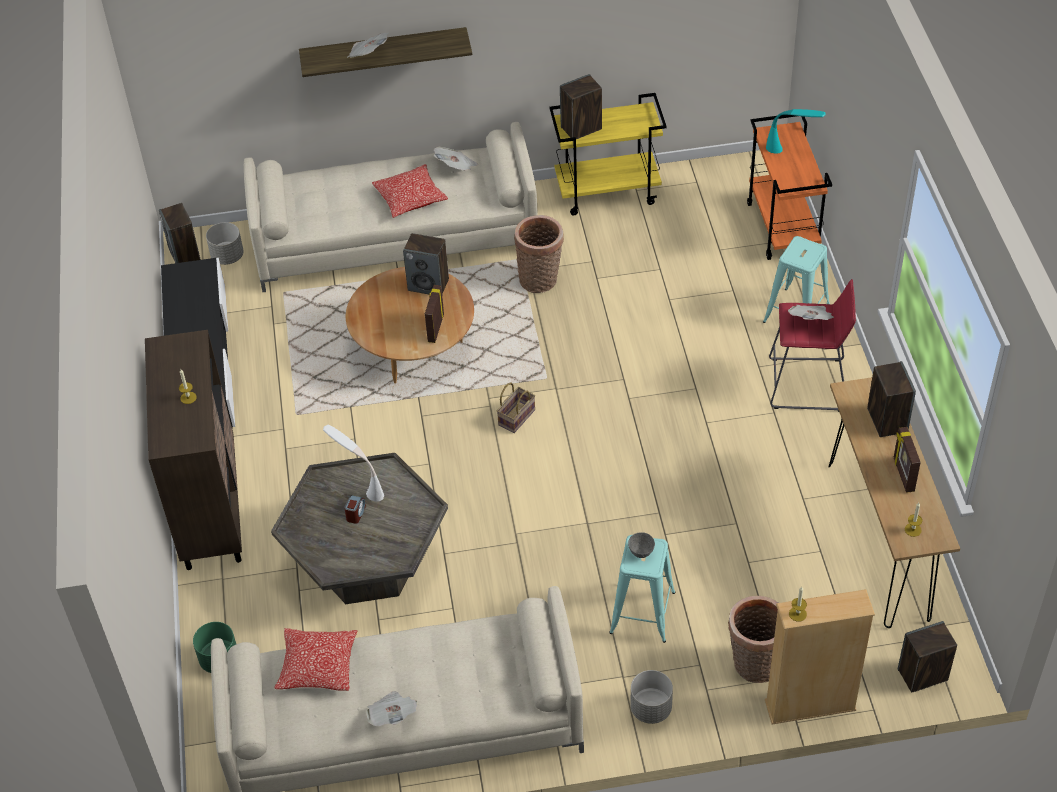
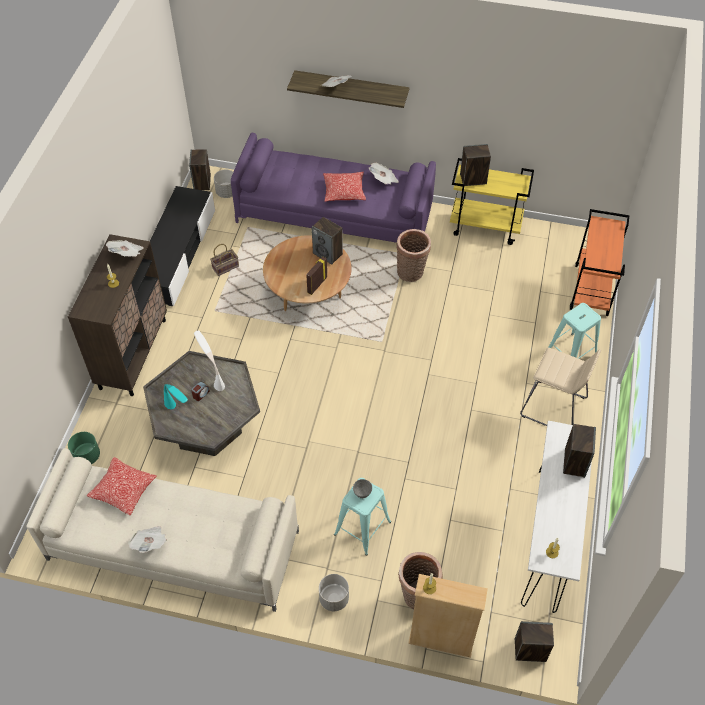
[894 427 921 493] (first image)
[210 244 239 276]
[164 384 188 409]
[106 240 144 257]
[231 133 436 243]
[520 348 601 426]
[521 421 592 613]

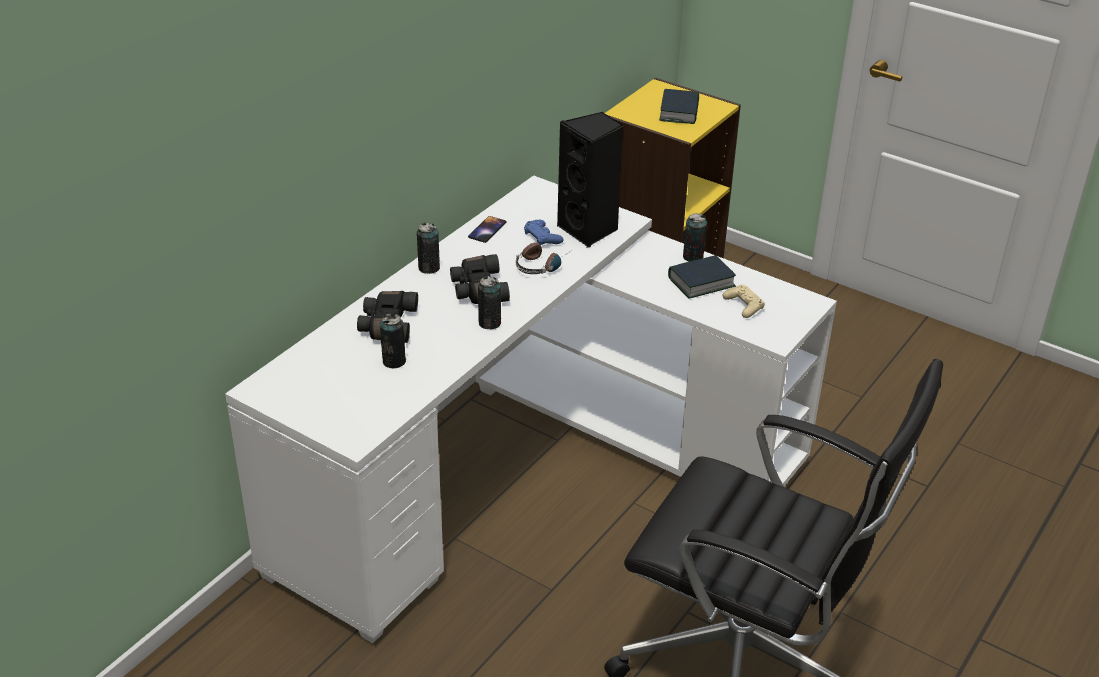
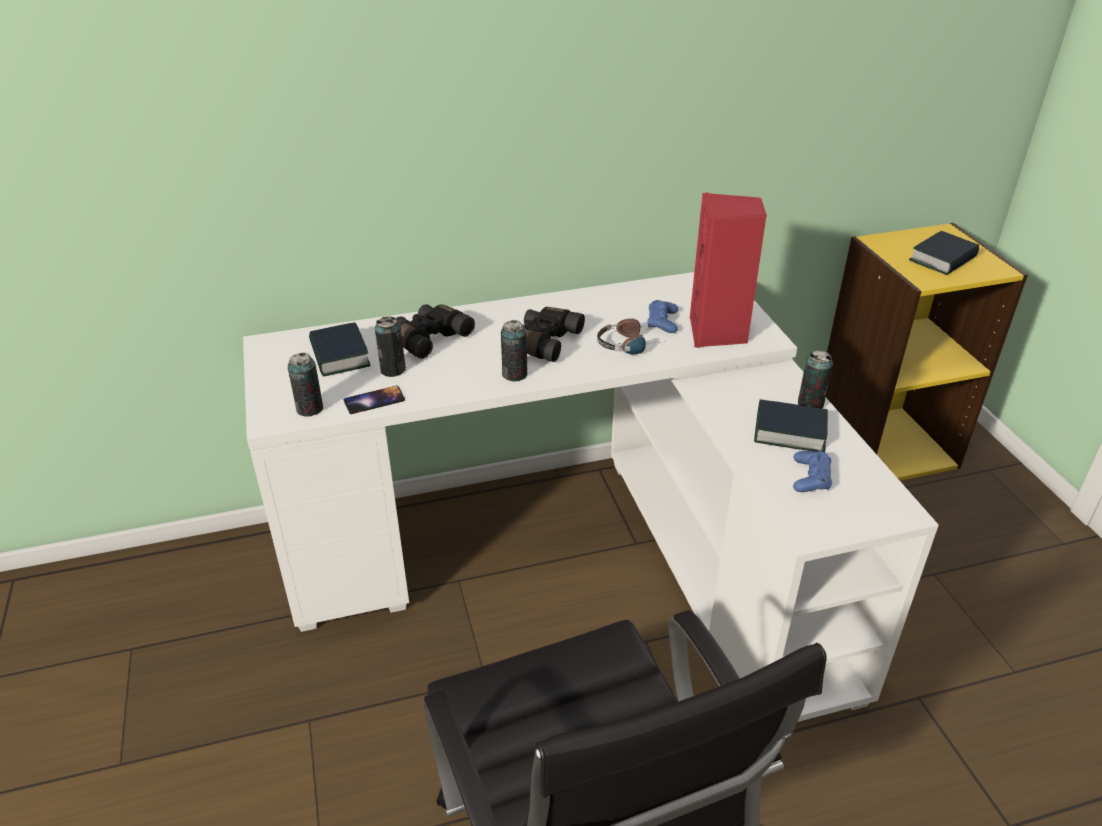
[309 322 371 377]
[288 353 323 417]
[344 386 405 414]
[690 192 767 348]
[793 451 832 492]

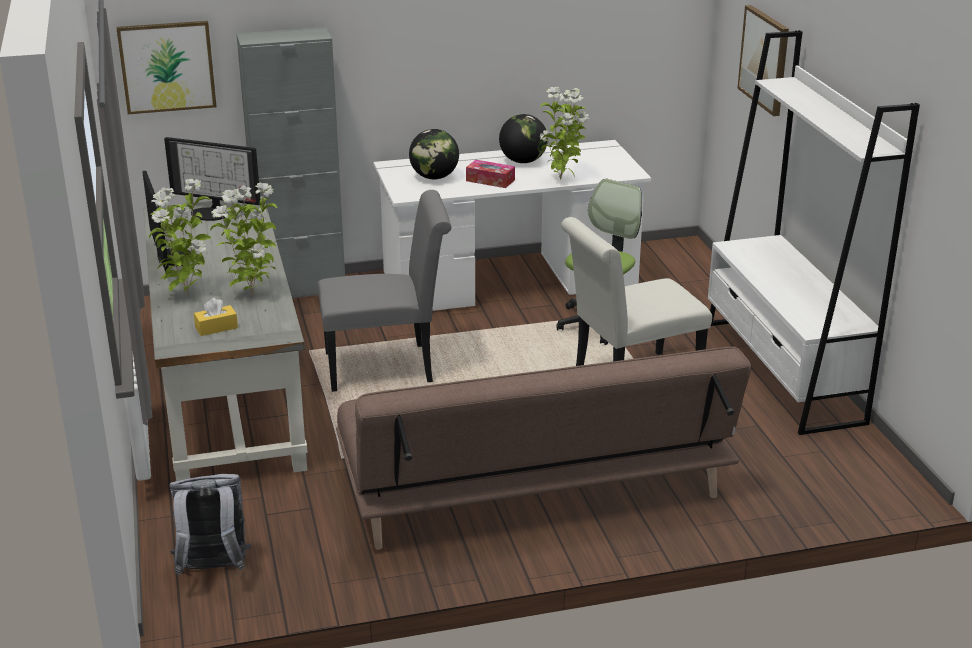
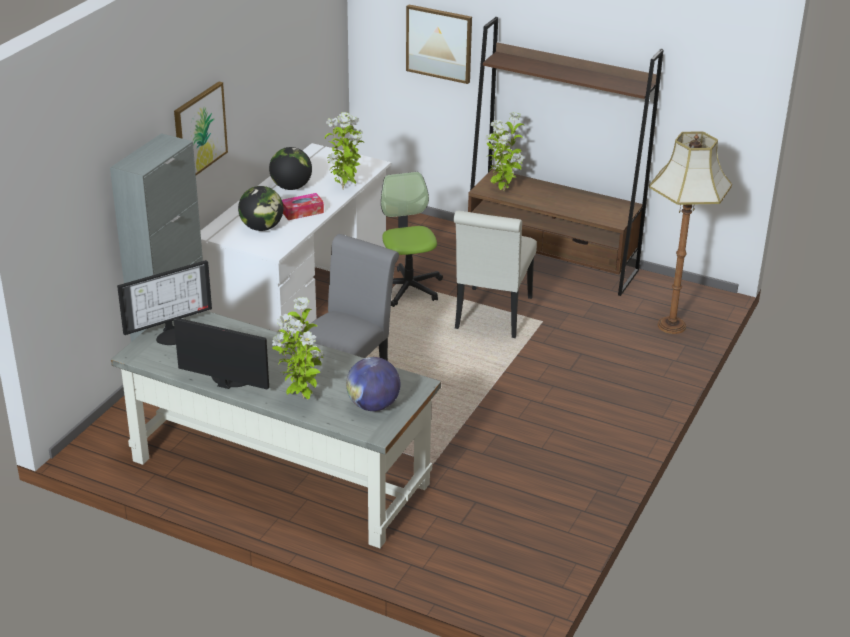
[169 474 251 575] (first image)
[336 347 751 550] (first image)
[649 131 732 334]
[174 82 228 175]
[485 112 524 191]
[346 357 400 411]
[468 17 664 296]

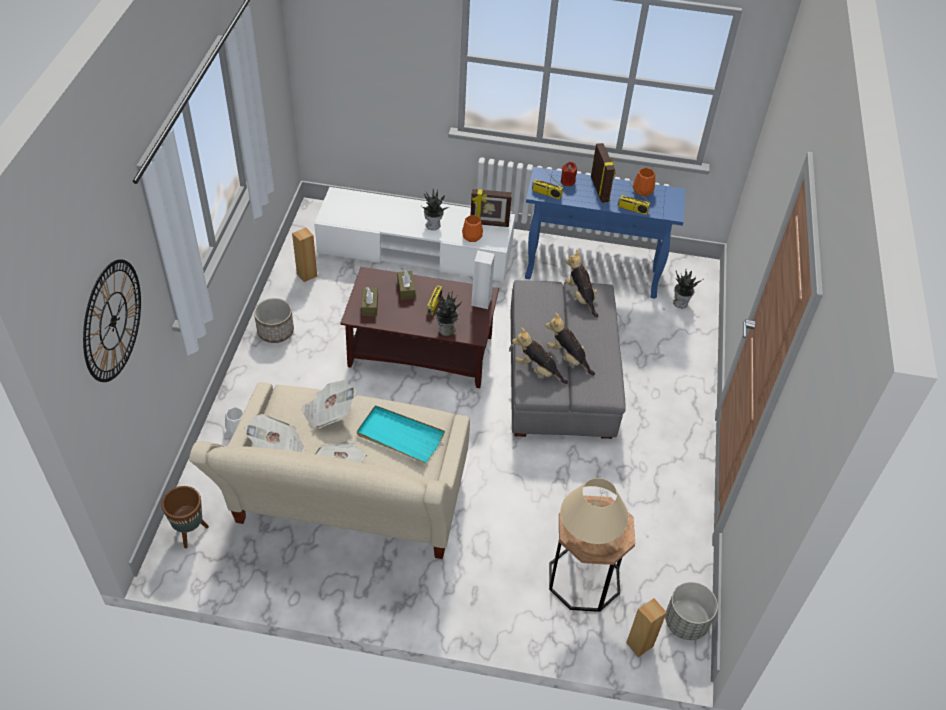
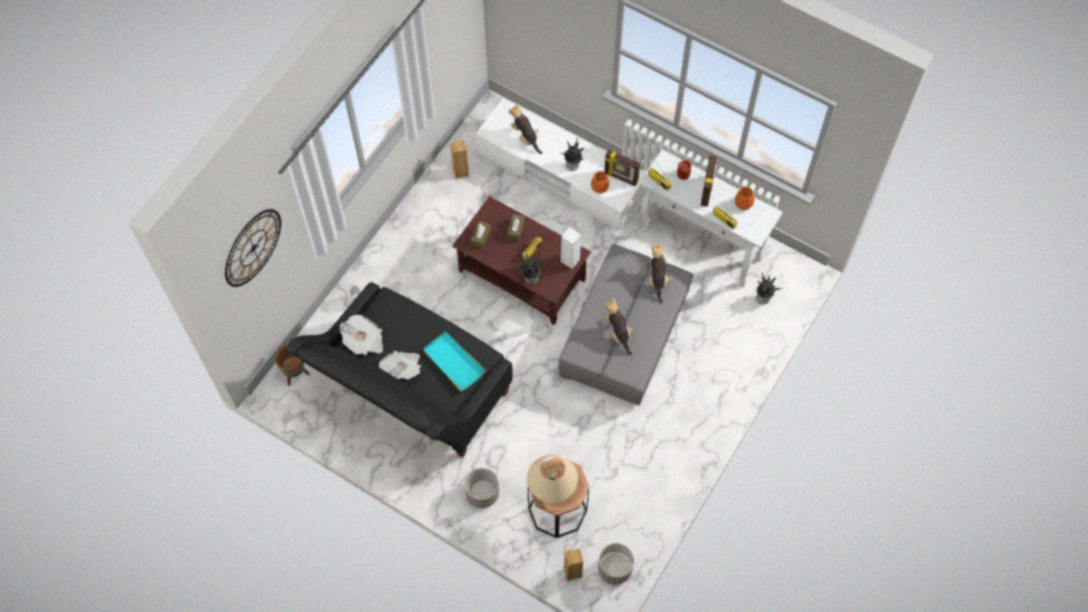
[301 380 357 429] (first image)
[465 468 499 508]
[508 103 542 154]
[285 282 513 458]
[639 149 783 287]

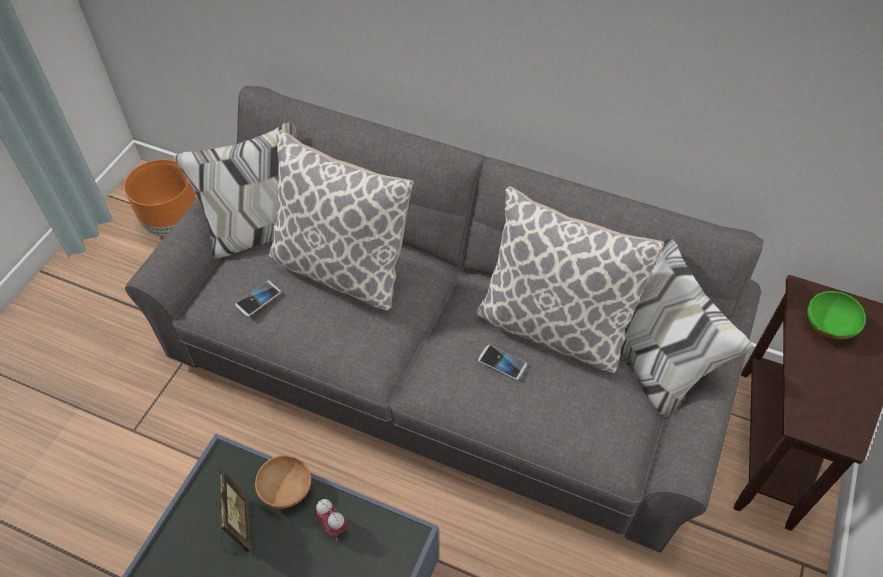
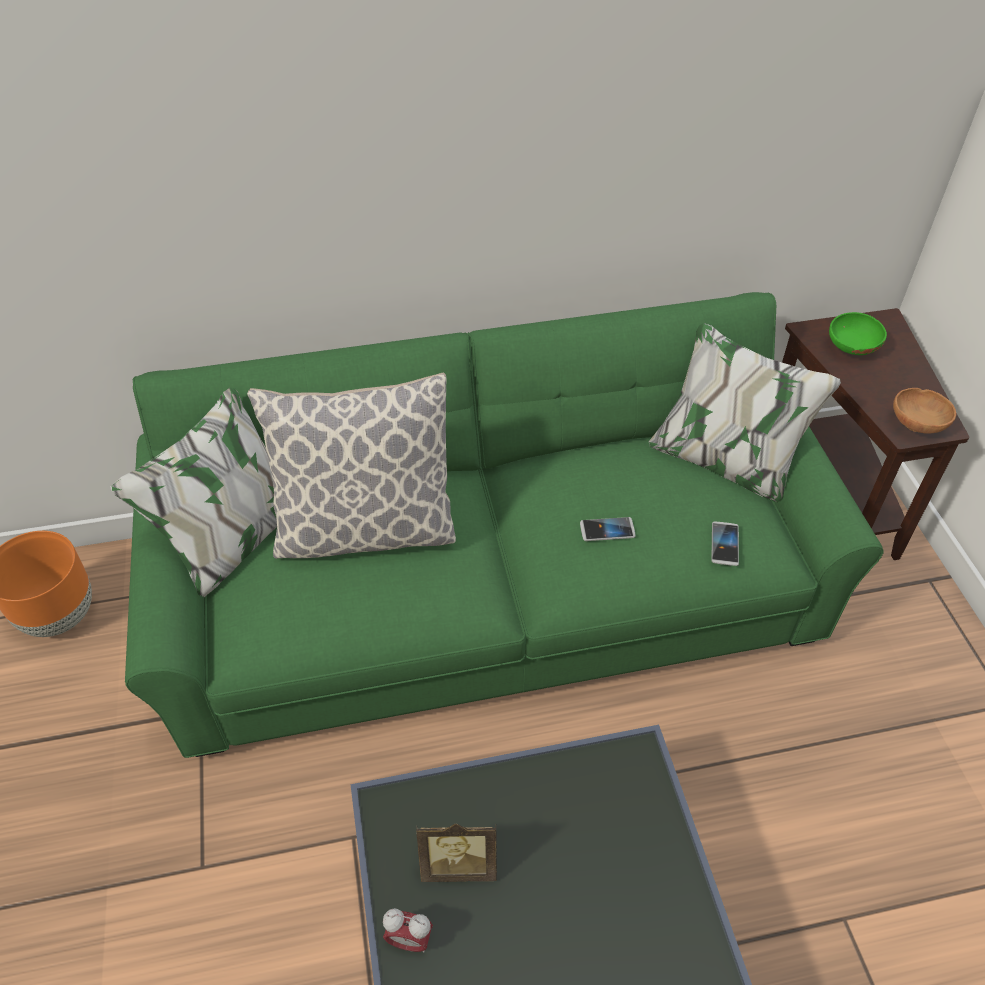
[476 186 665 373] (first image)
[712 521 739 566]
[893 388 956 434]
[383 908 433 953]
[111 292 884 758]
[416 824 497 882]

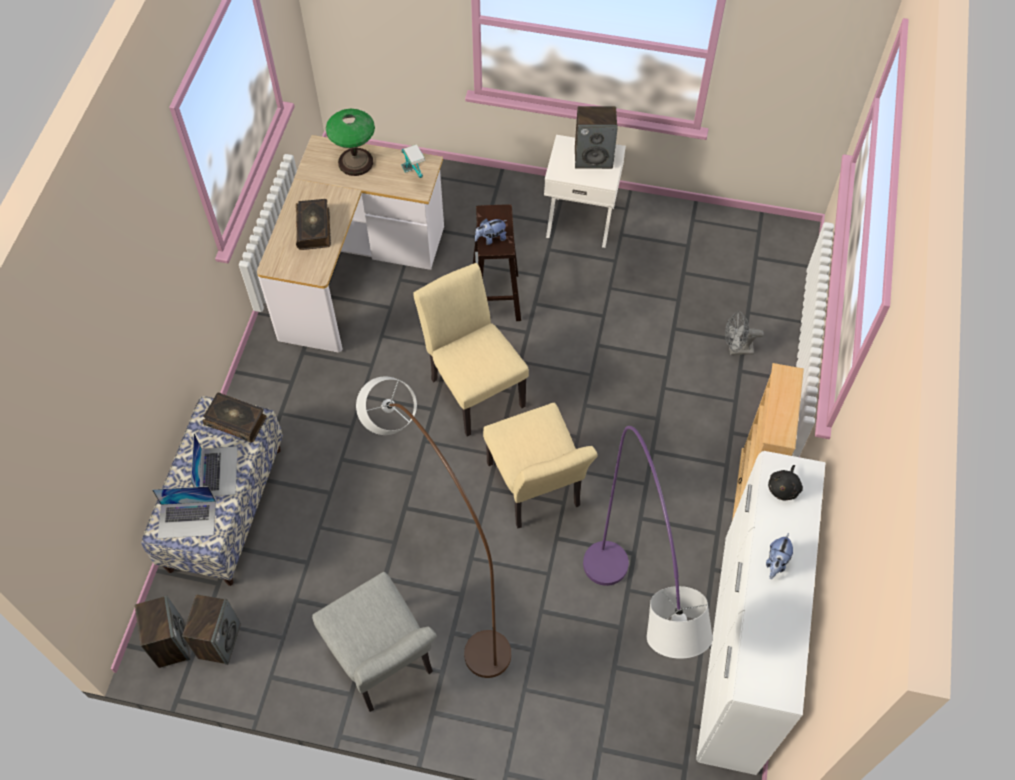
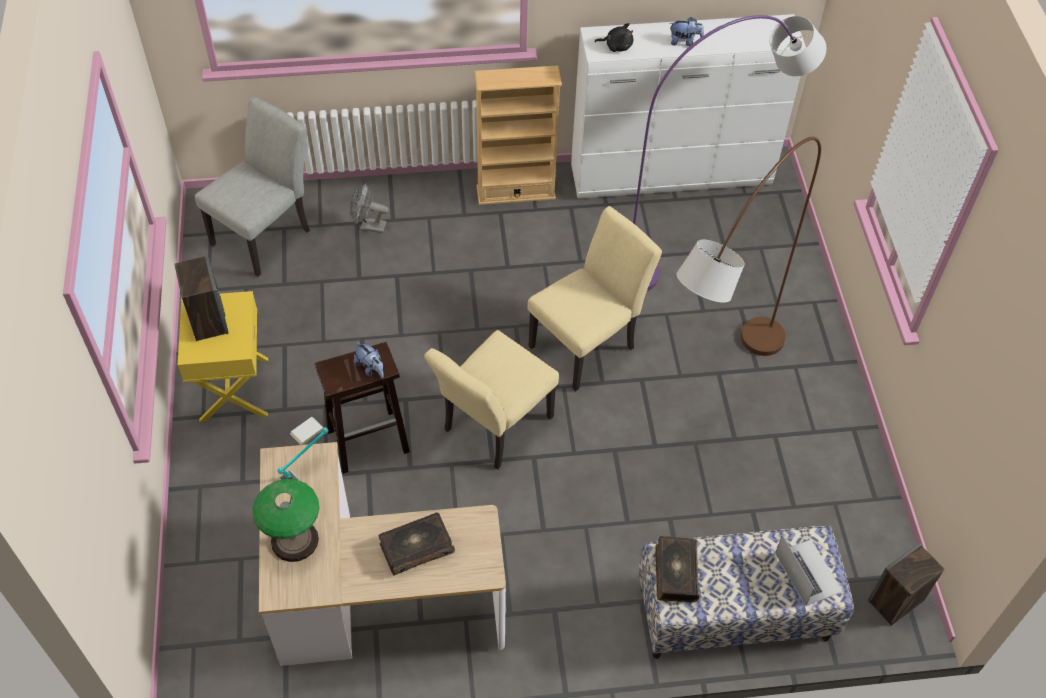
[182 594 241 665] (first image)
[191 433 238 496] (first image)
[195 96 310 277]
[178 291 268 422]
[350 183 389 233]

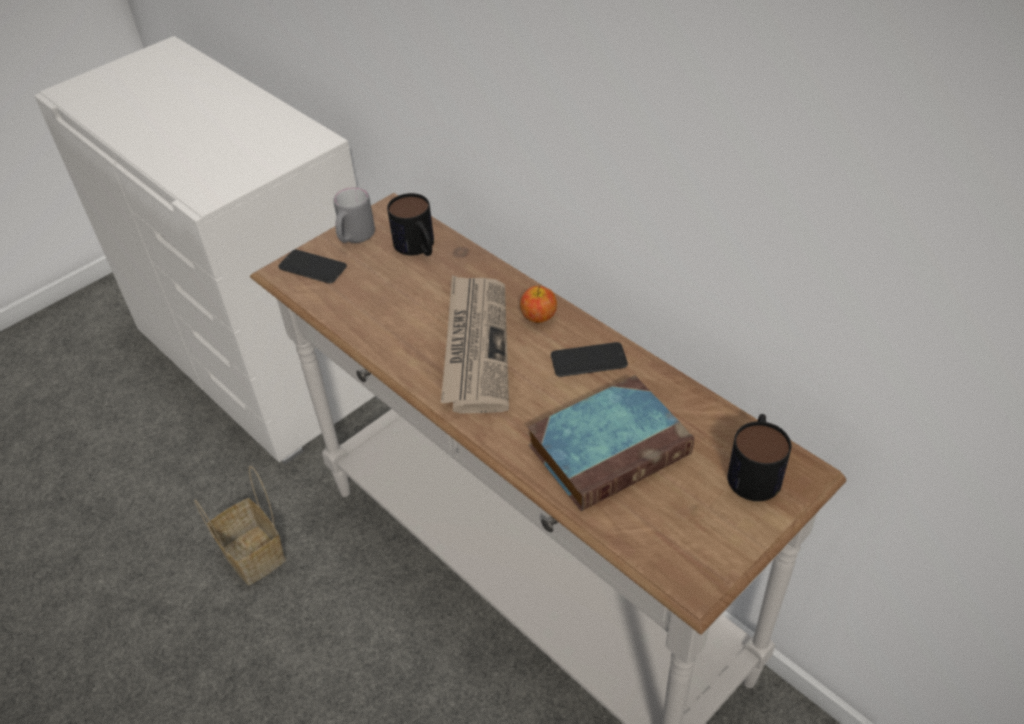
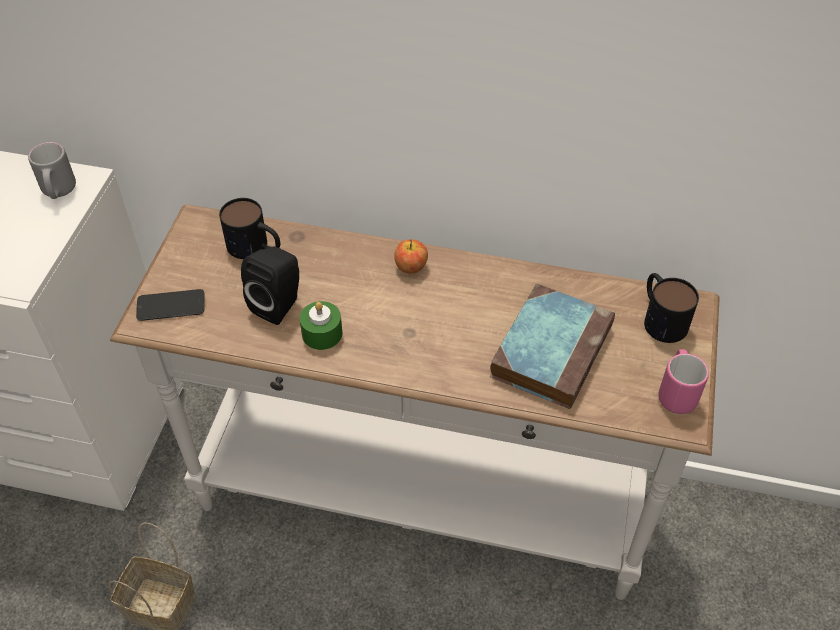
[441 275 509 413] (first image)
[551 342 628 377] (first image)
[241 247 299 325]
[300 301 342 350]
[658 349 709 414]
[28 142 76 199]

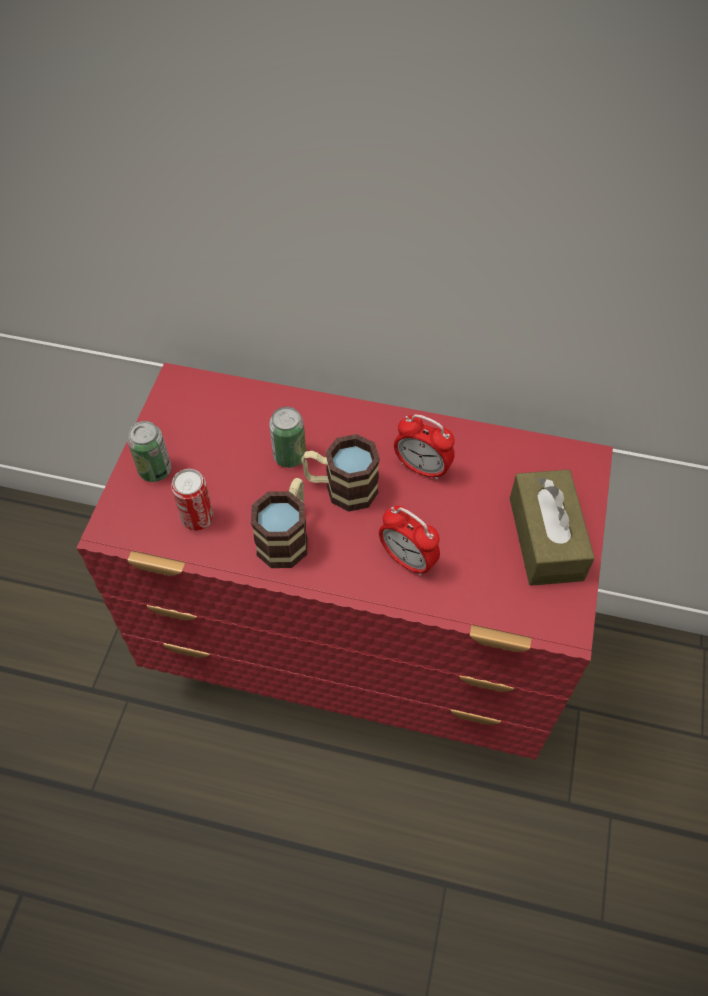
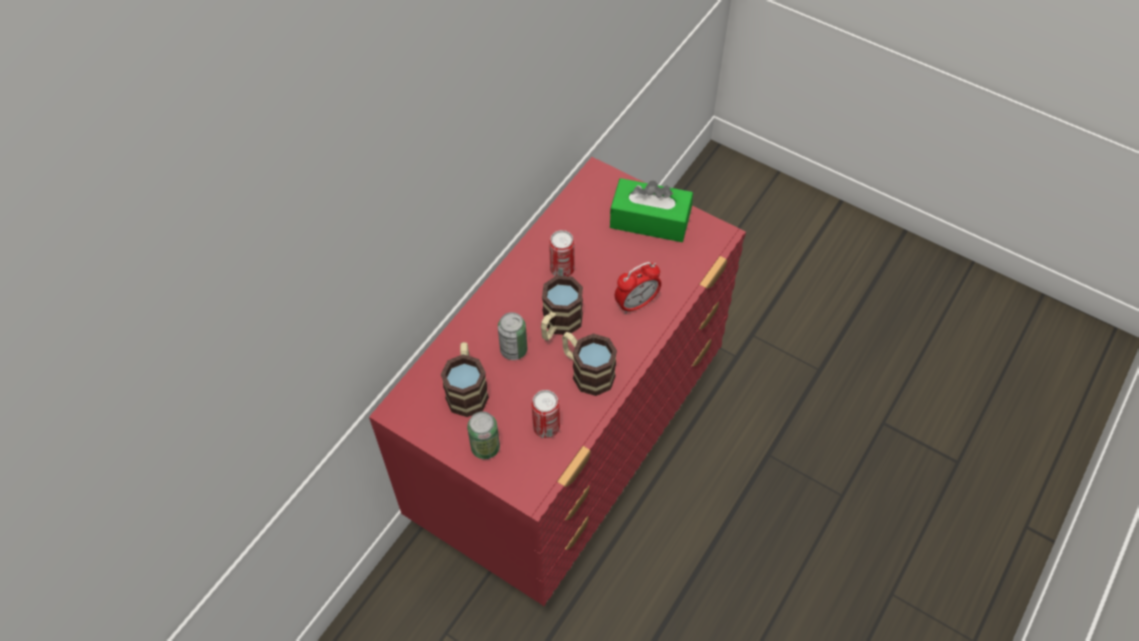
[441 342 489 417]
[549 230 575 276]
[610 178 693 242]

